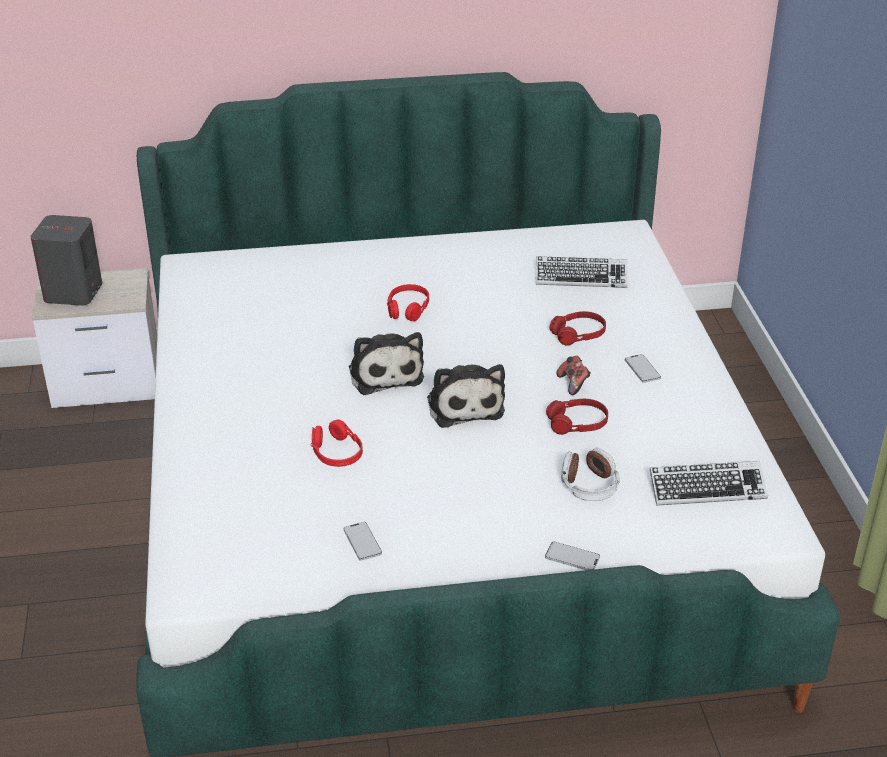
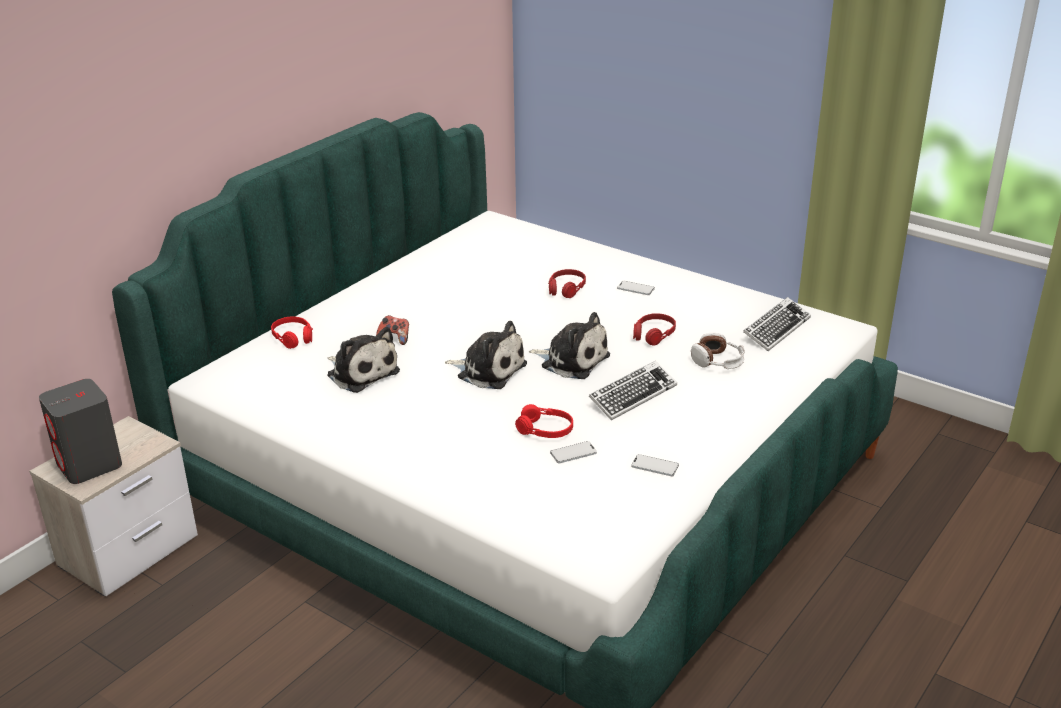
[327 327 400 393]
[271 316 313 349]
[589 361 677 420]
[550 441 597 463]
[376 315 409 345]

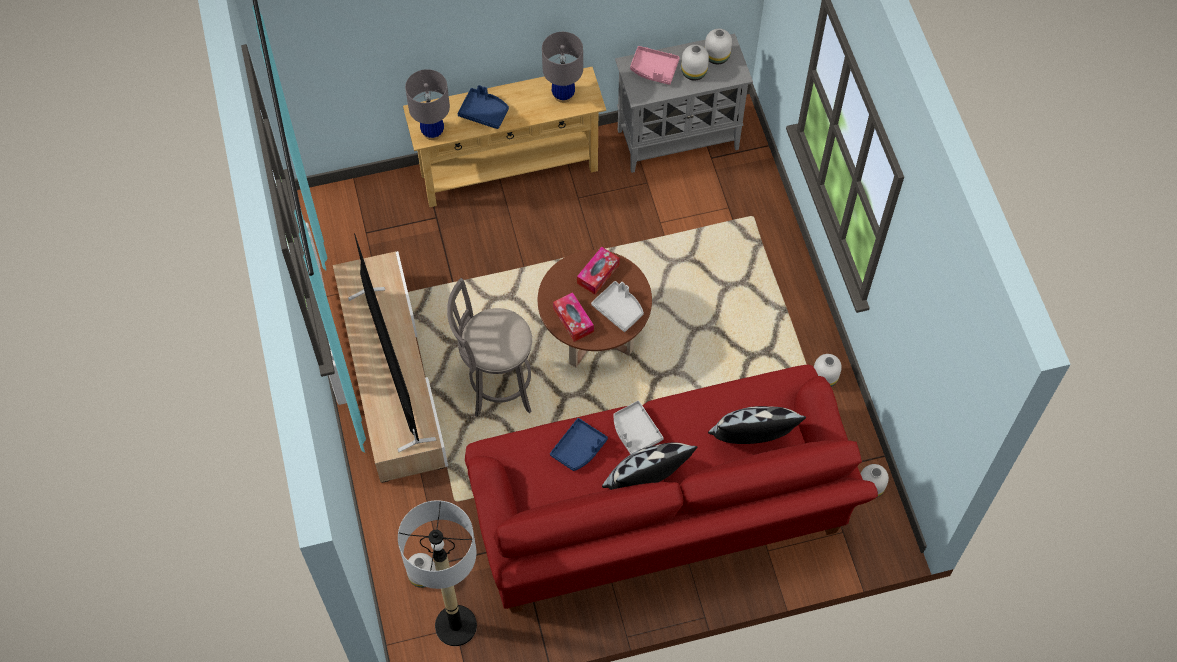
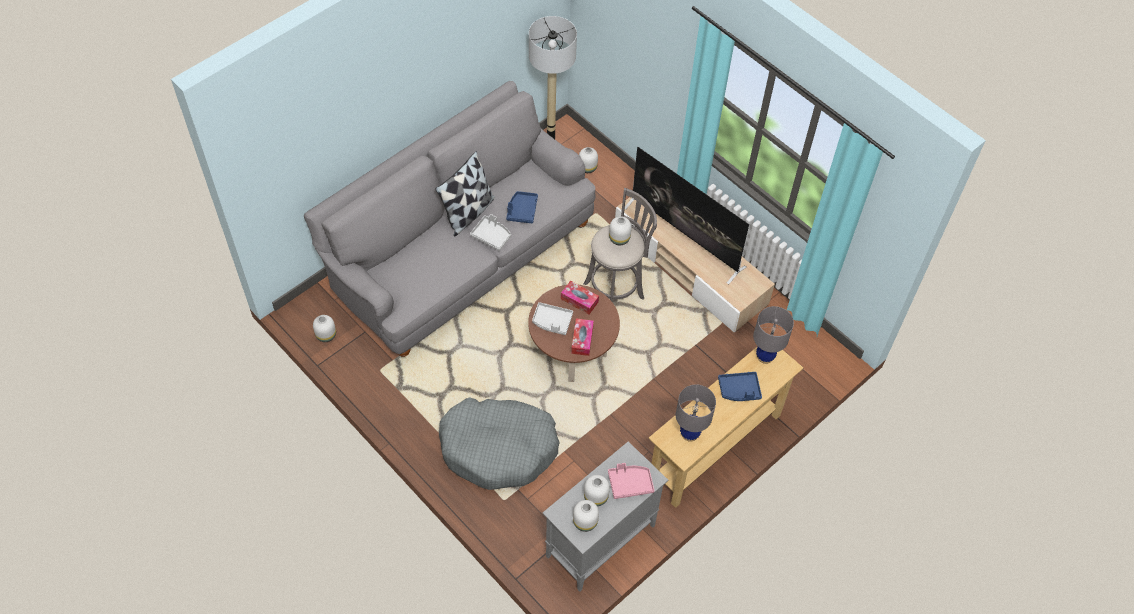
[708 406 806 444] (first image)
[439 398 560 490]
[609 216 632 245]
[304 81 595 357]

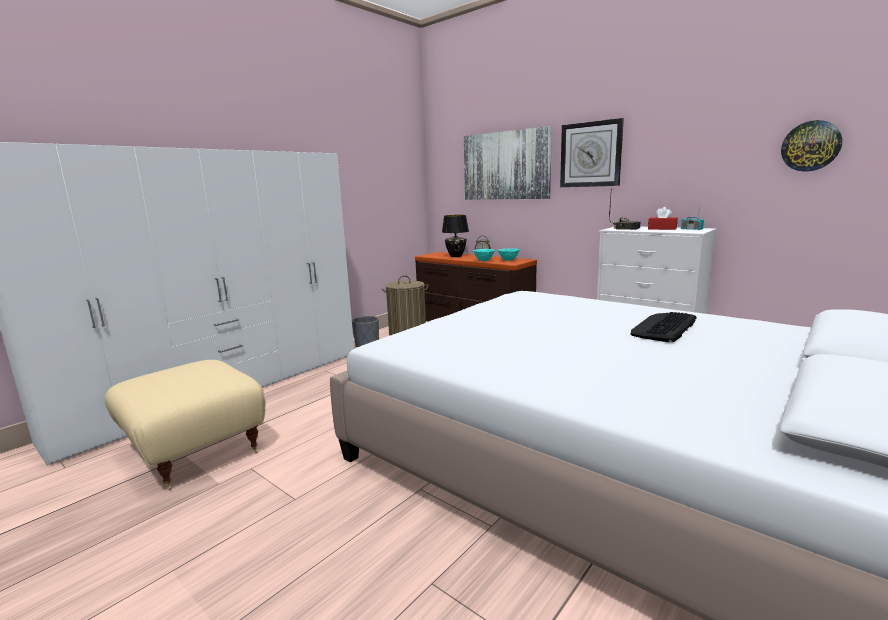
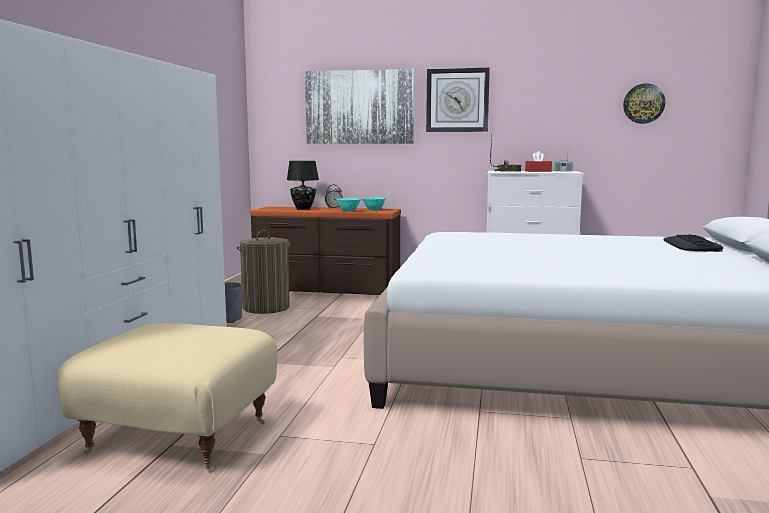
[664 235 723 252]

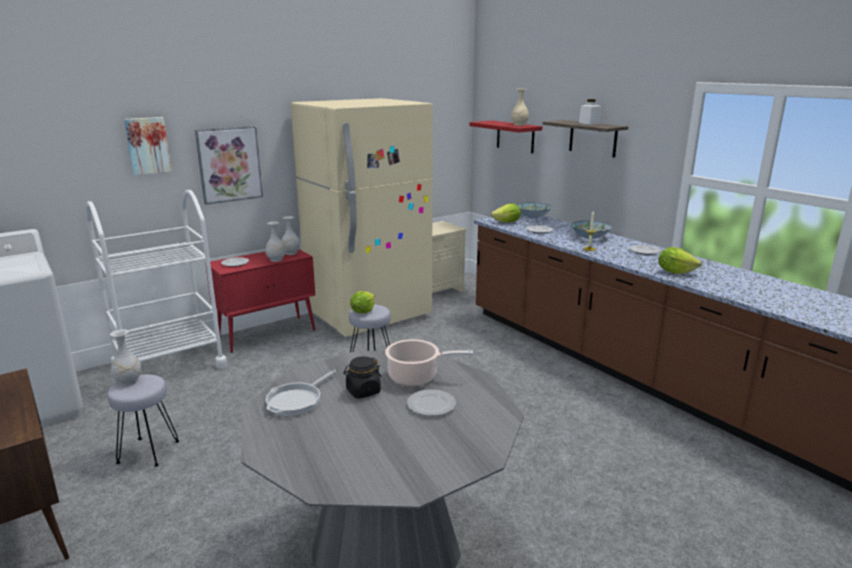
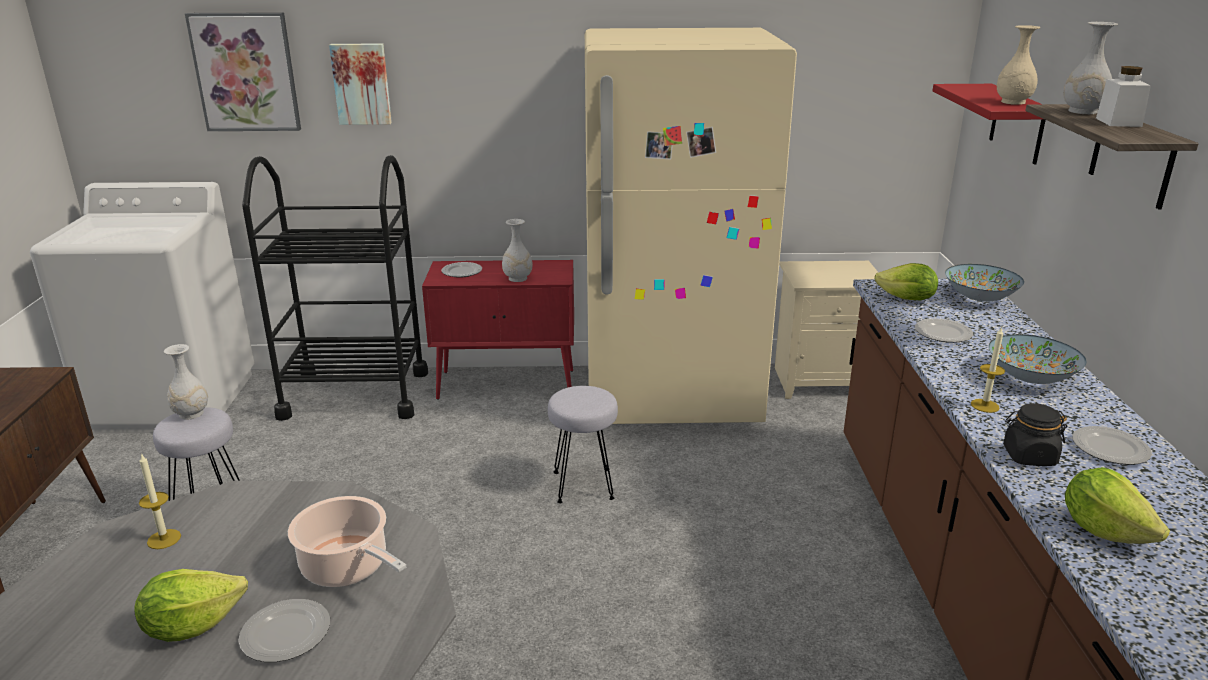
[185 12 301 131]
[1063 22 1118 114]
[1003 403 1067 466]
[134 569 248 642]
[139 453 181 549]
[242 155 428 421]

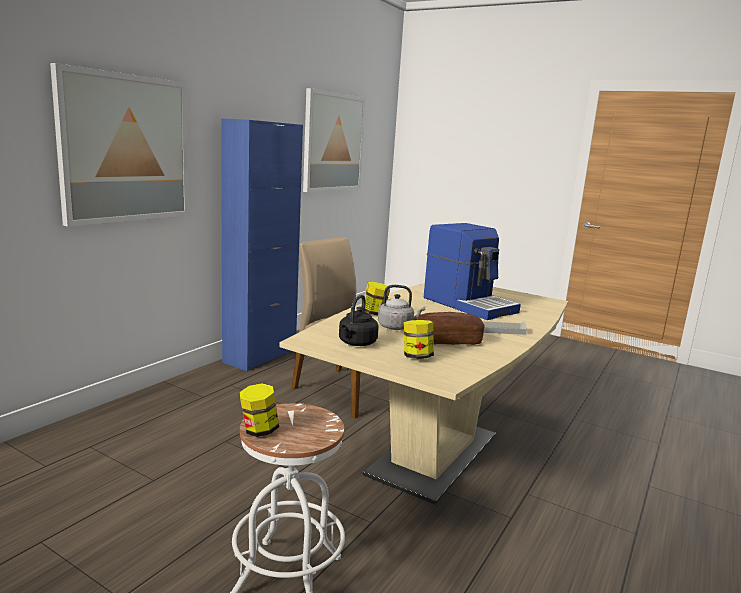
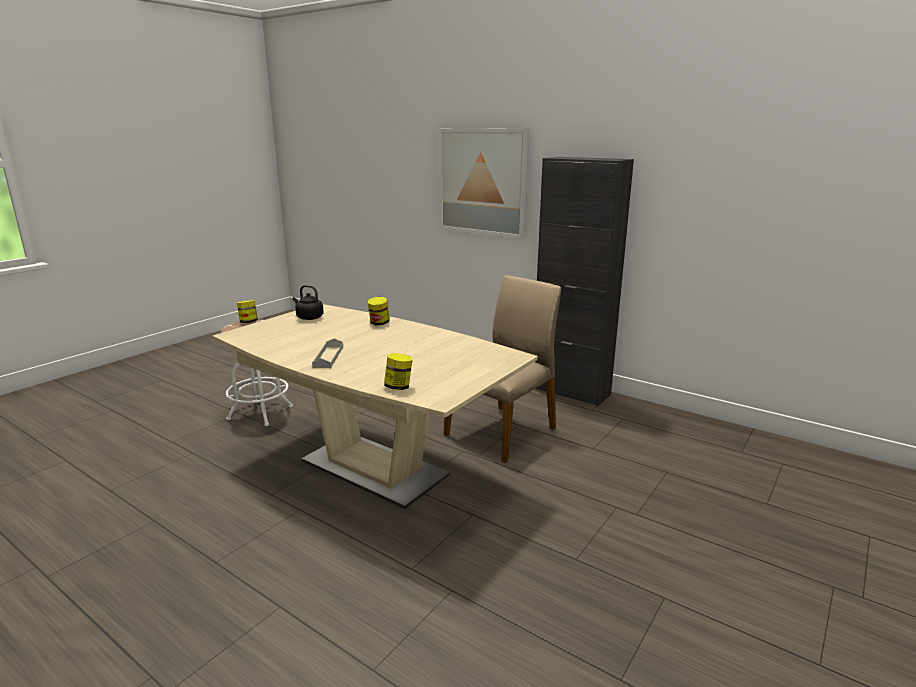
[303 88 366 192] (first image)
[378 285 425 330] (first image)
[417 312 485 345] (first image)
[424 223 521 320] (first image)
[384 353 412 390]
[536 157 634 406]

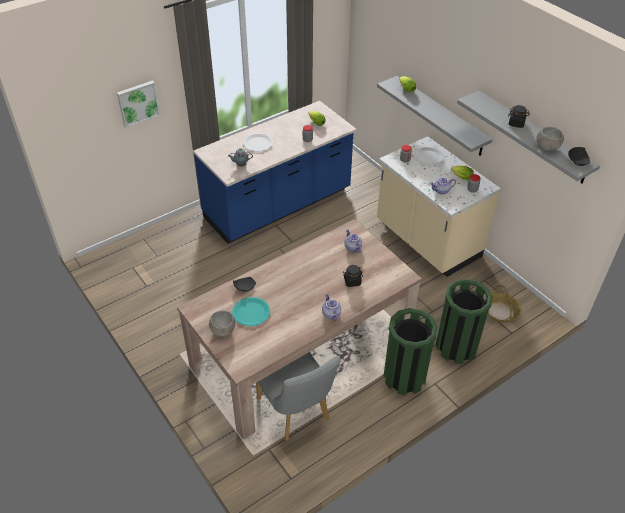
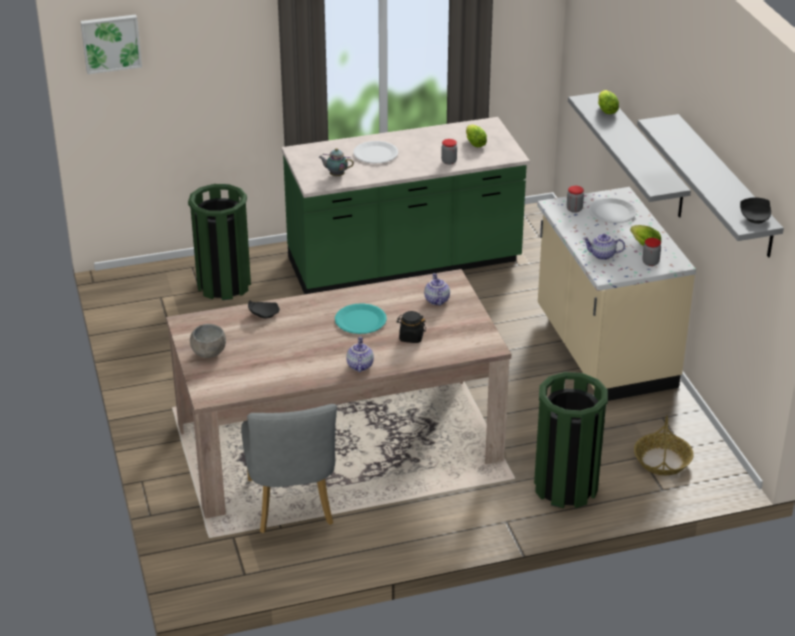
[508 105 530 128] (first image)
[537 127 564 151] (first image)
[80 14 142 74]
[335 303 387 334]
[188 184 251 300]
[282 117 530 294]

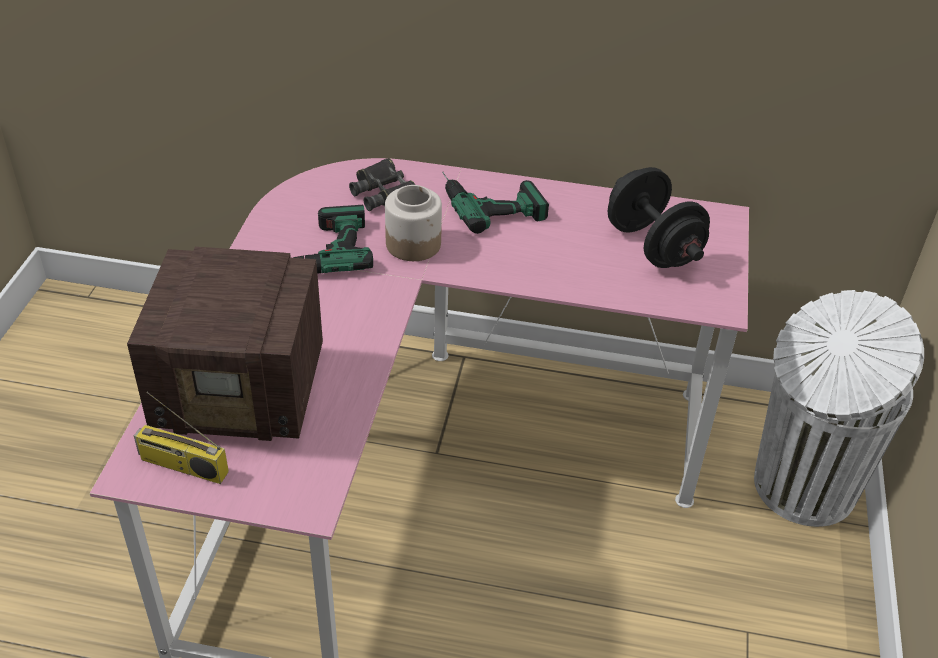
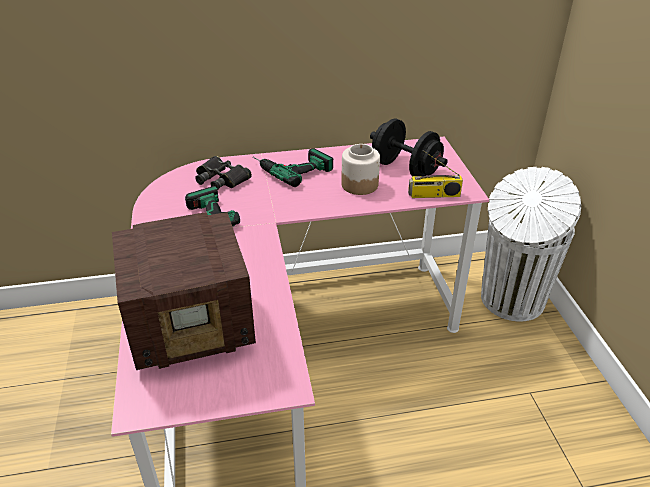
[408 150 463 198]
[341 144 380 195]

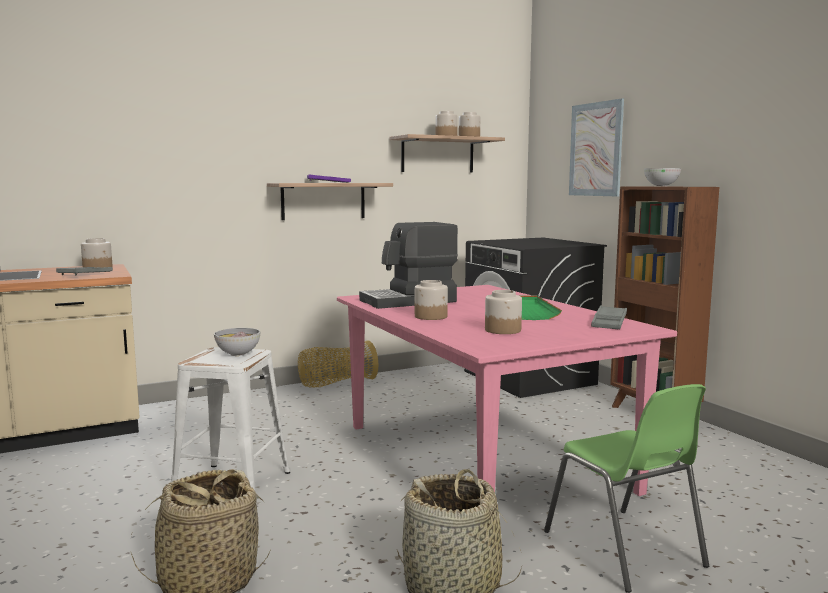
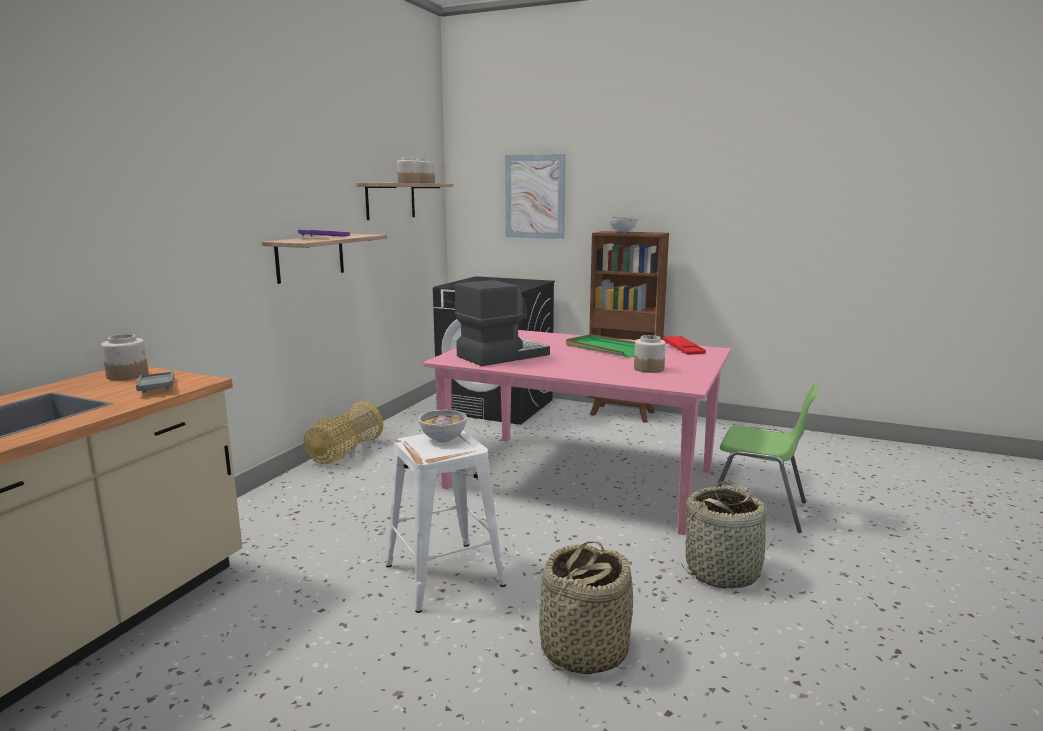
[415 280 448 320] (first image)
[662 336 706 355]
[455 280 550 366]

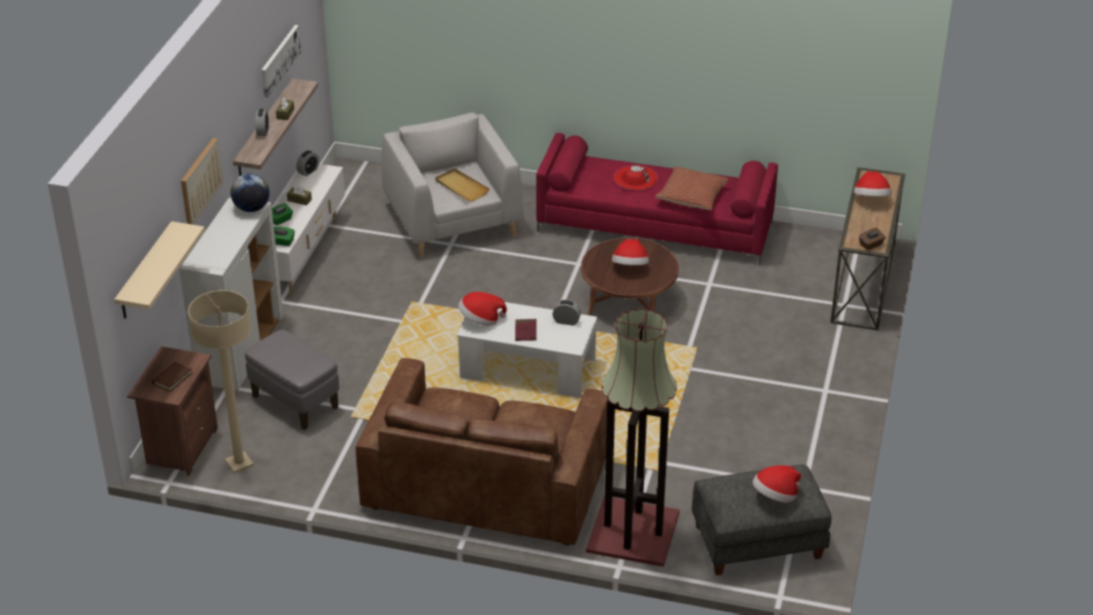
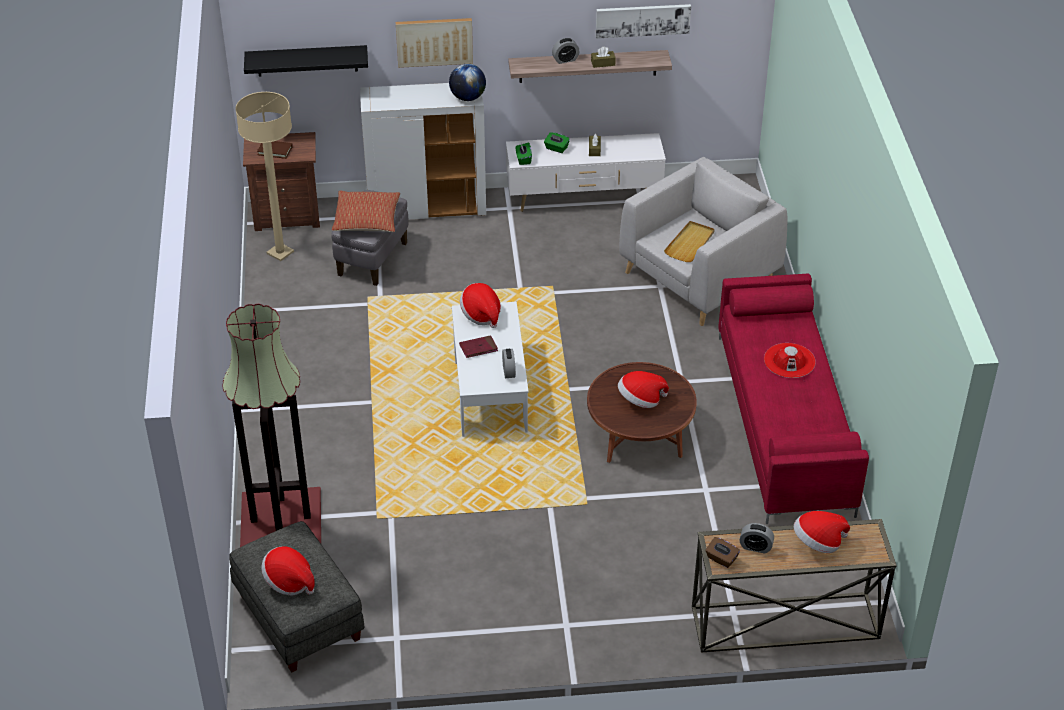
[356 358 608 545] (first image)
[739 523 774 554]
[332 191 400 232]
[244 45 368 76]

